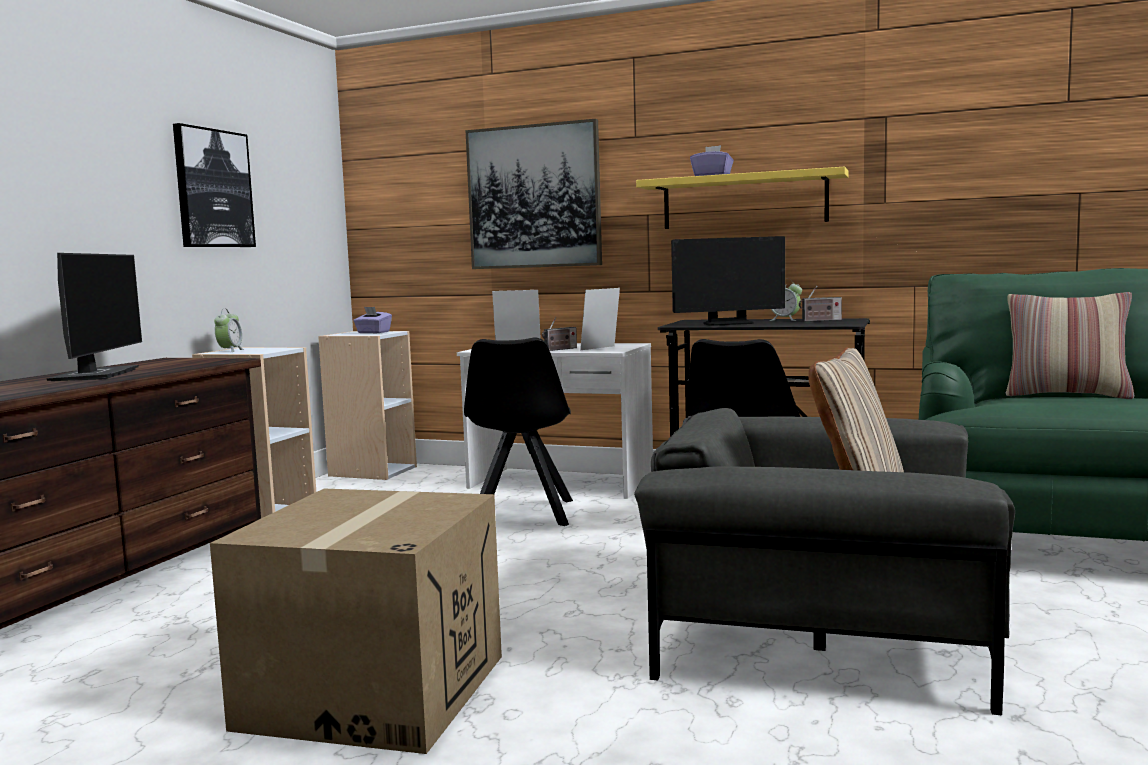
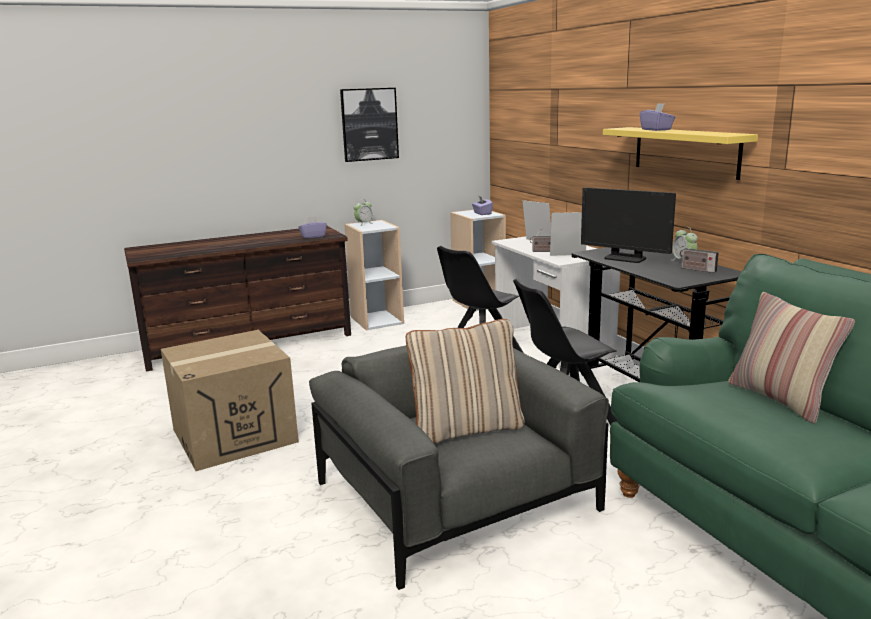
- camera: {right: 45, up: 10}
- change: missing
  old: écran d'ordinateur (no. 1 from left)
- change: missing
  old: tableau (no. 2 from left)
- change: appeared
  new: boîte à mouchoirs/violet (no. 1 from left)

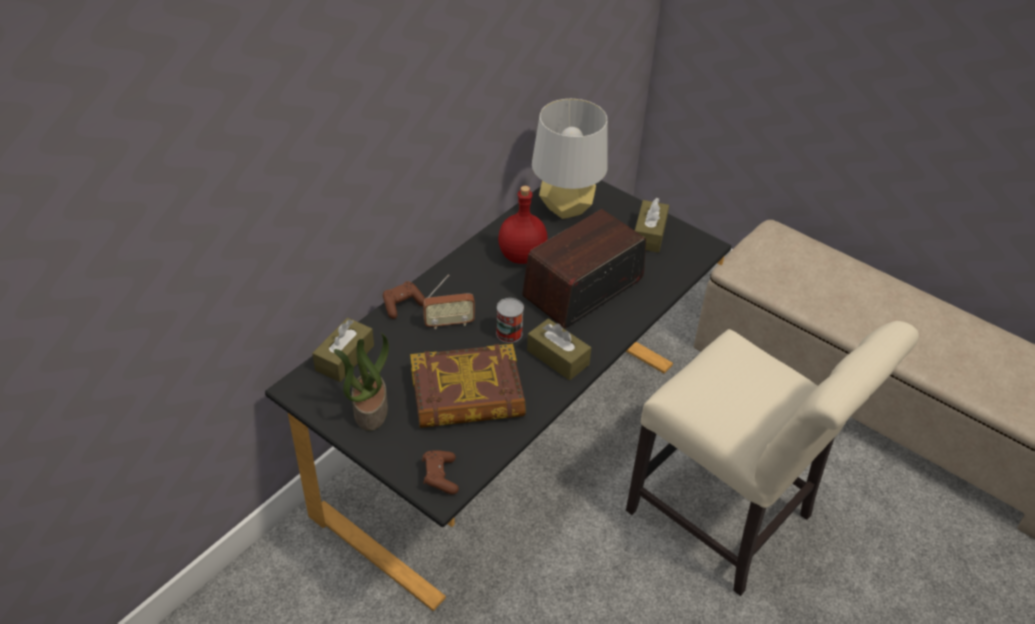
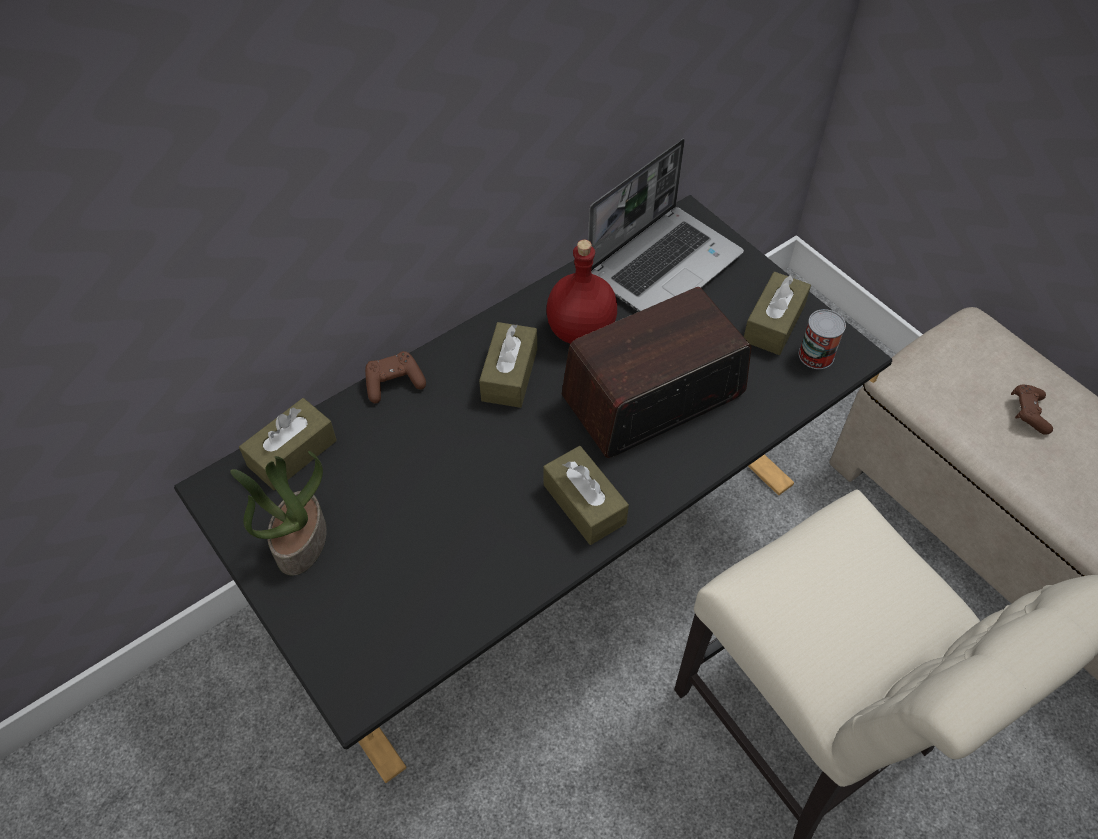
- camera: {right: 15, up: 10}
- change: missing
  old: livre
- change: relocated
  old: manette/marron (no. 2 from left)
- change: missing
  old: radio (no. 1 from left)
- change: relocated
  old: boîte métallique
- change: exchanged
  old: lampe de table/gris
  new: ordinateur portable
- change: appeared
  new: boîte à mouchoirs/marron (no. 2 from left)

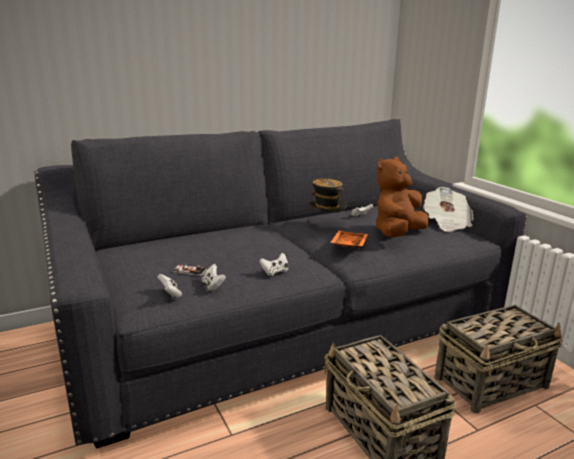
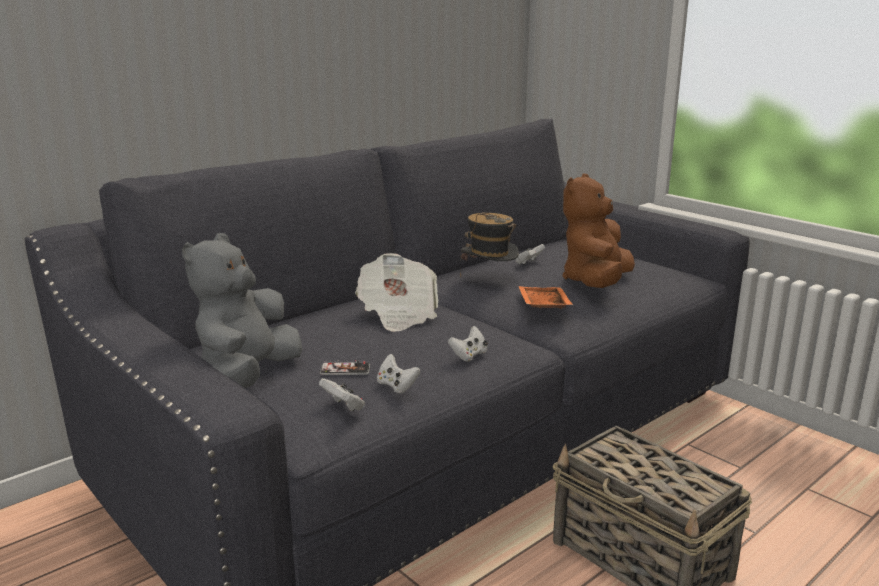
- camera: {right: -15, up: 0}
- change: relocated
  old: journal
- change: missing
  old: panier (no. 2 from left)
- change: appeared
  new: peluche/gris

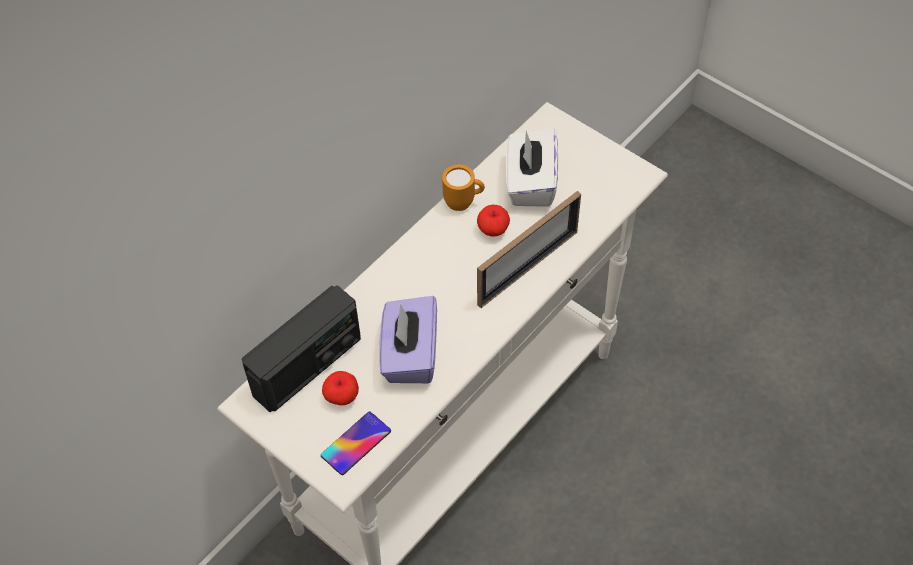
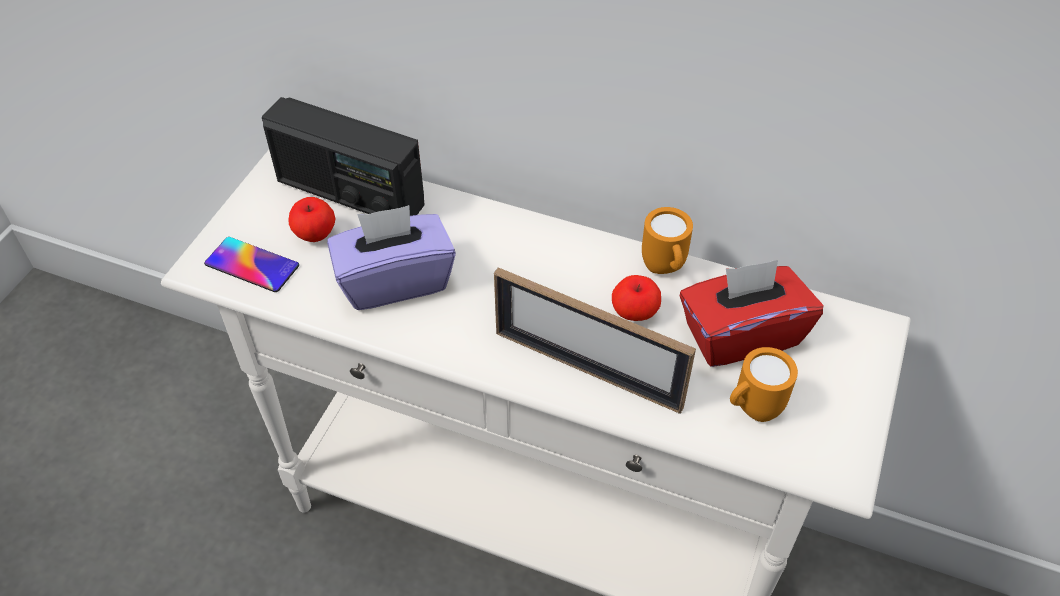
- camera: {right: 70, up: -5}
- change: colour
  old: boîte à mouchoirs/blanc
  new: boîte à mouchoirs/rouge
- change: appeared
  new: mug/orange (no. 2 from left)

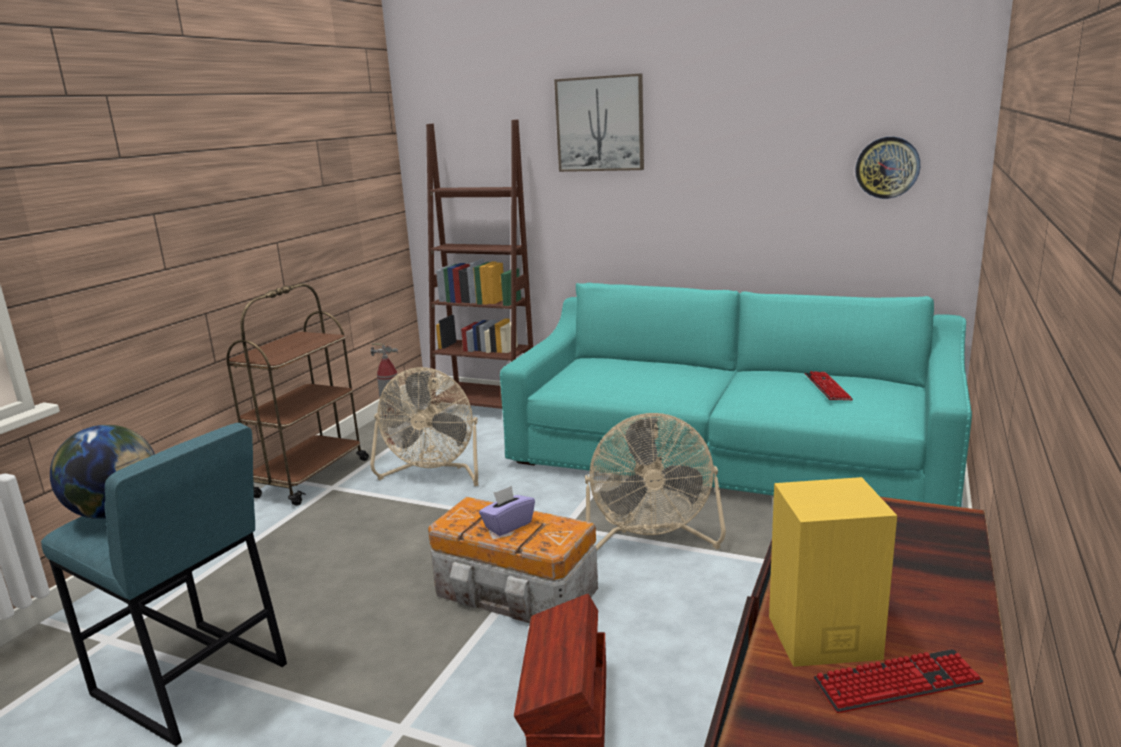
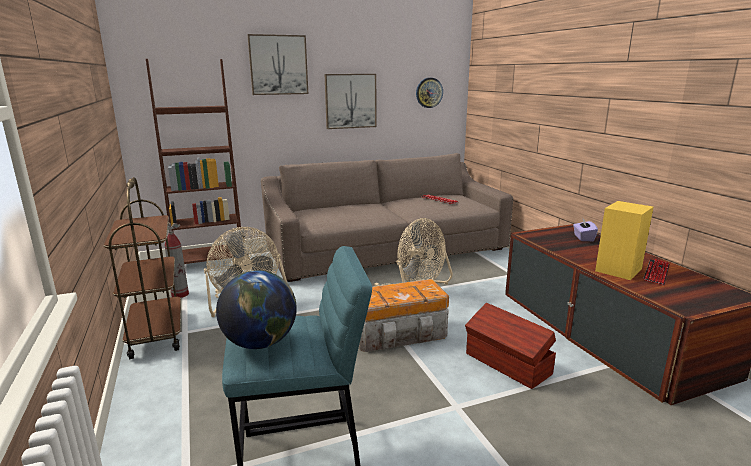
- camera: {right: -45, up: 0}
- change: relocated
  old: boîte à mouchoirs/violet
- change: colour
  old: canapé/turquoise
  new: canapé/marron
- change: appeared
  new: tableau (no. 2 from left)

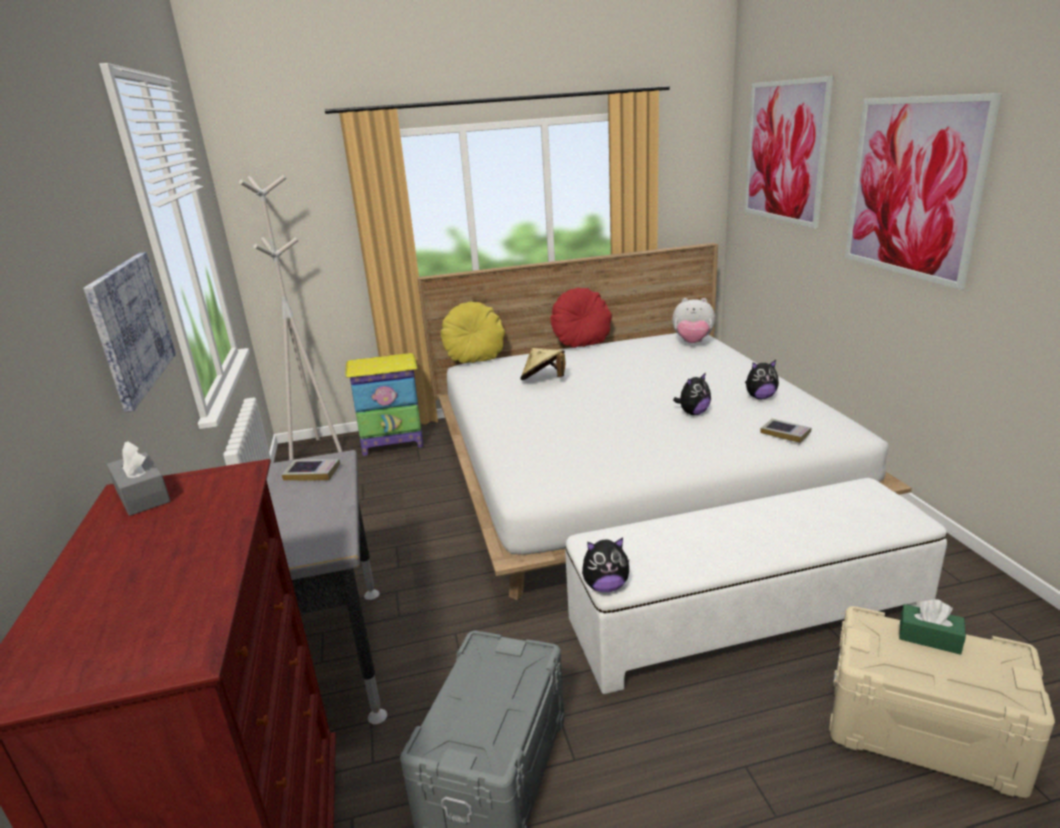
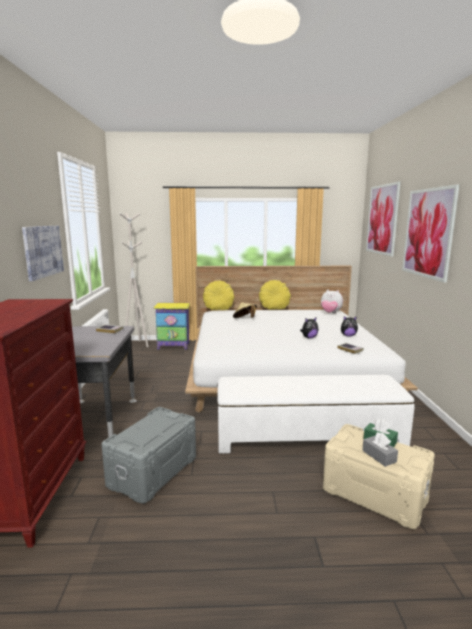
- camera: {right: 10, up: -10}
- change: relocated
  old: boîte à mouchoirs/gris
- change: colour
  old: coussin/rouge
  new: coussin/jaune (no. 2 from left)
- change: missing
  old: peluche (no. 1 from left)

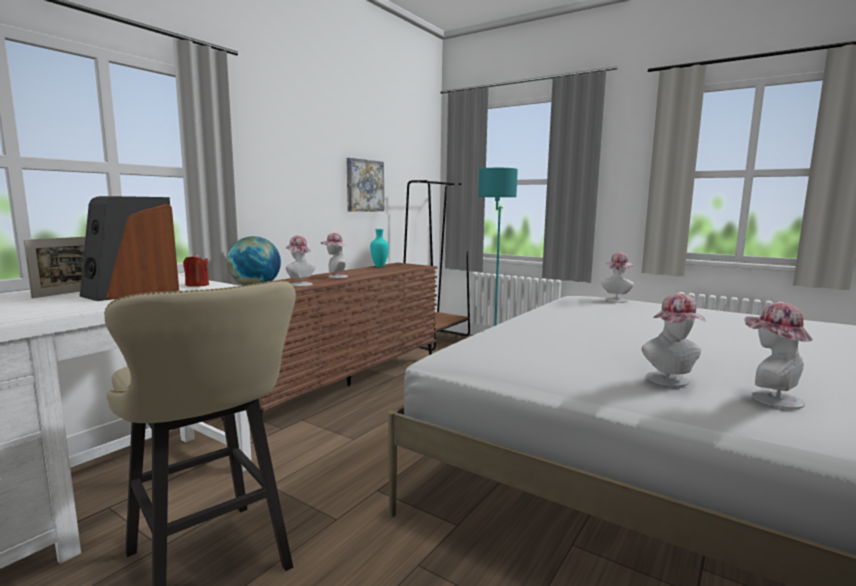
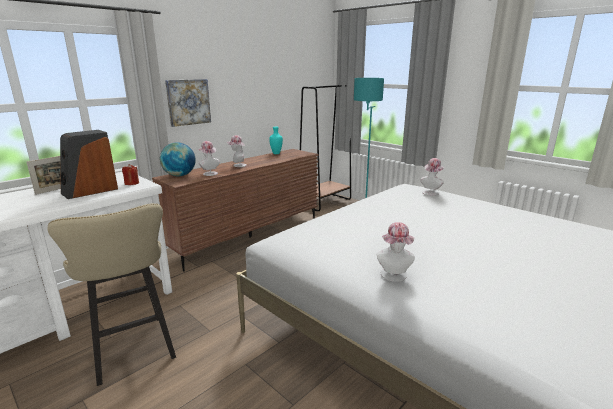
- camera: {right: 10, up: 10}
- change: relocated
  old: tableau
- change: missing
  old: chapeau (no. 5 from left)

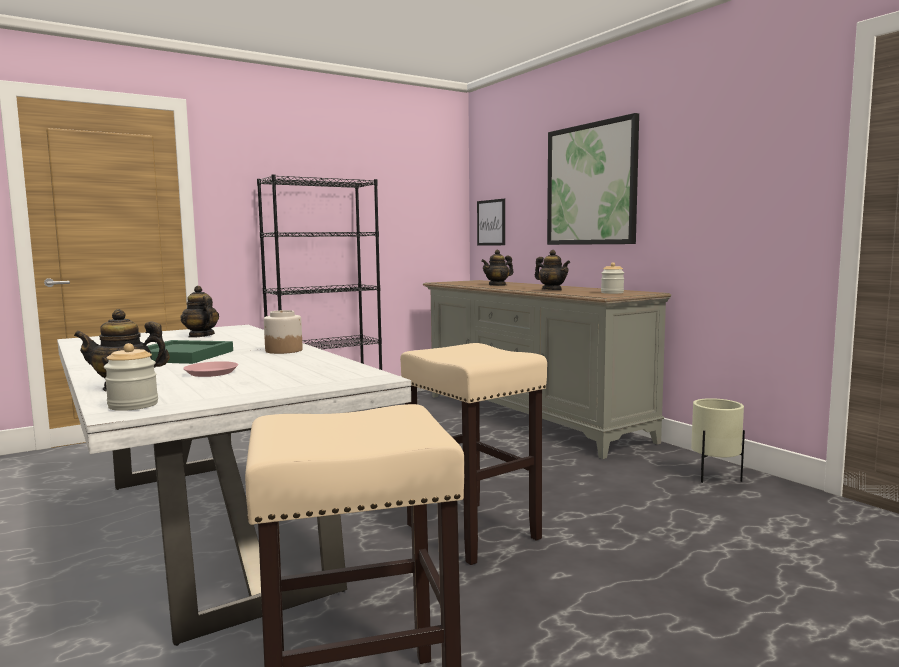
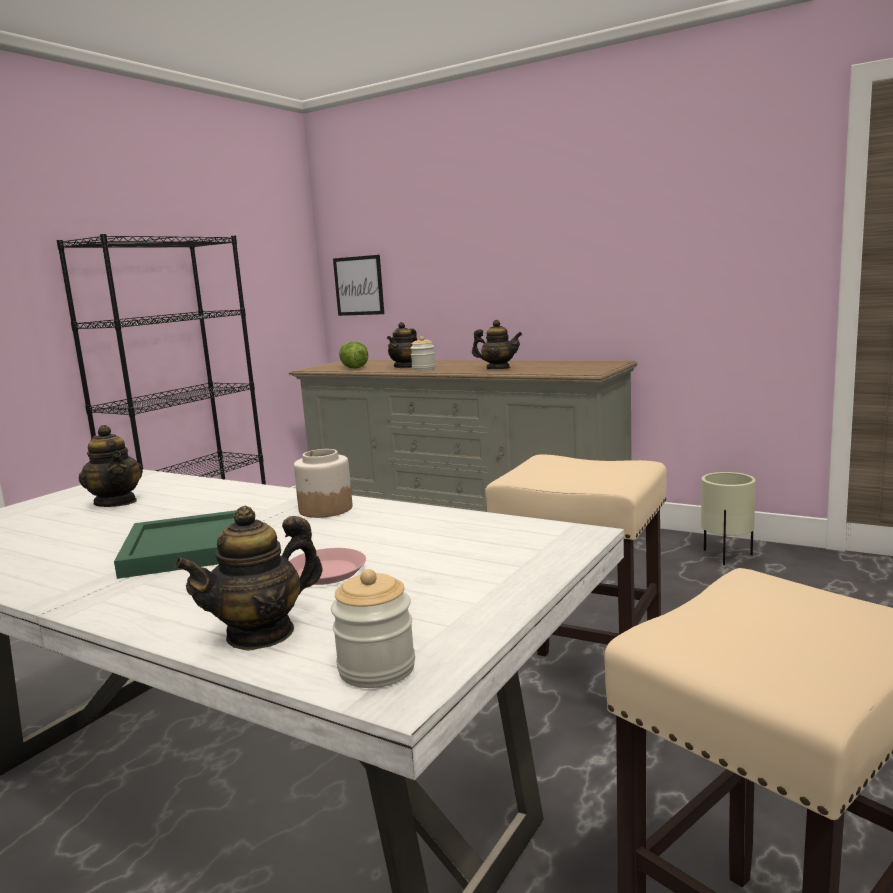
- camera: {right: -25, up: 5}
- change: spun
  old: théière (no. 2 from left in the first image)
  degrees: -150
- change: missing
  old: tableau (no. 2 from left)
- change: relocated
  old: bocal (no. 3 from left)
- change: appeared
  new: laitue

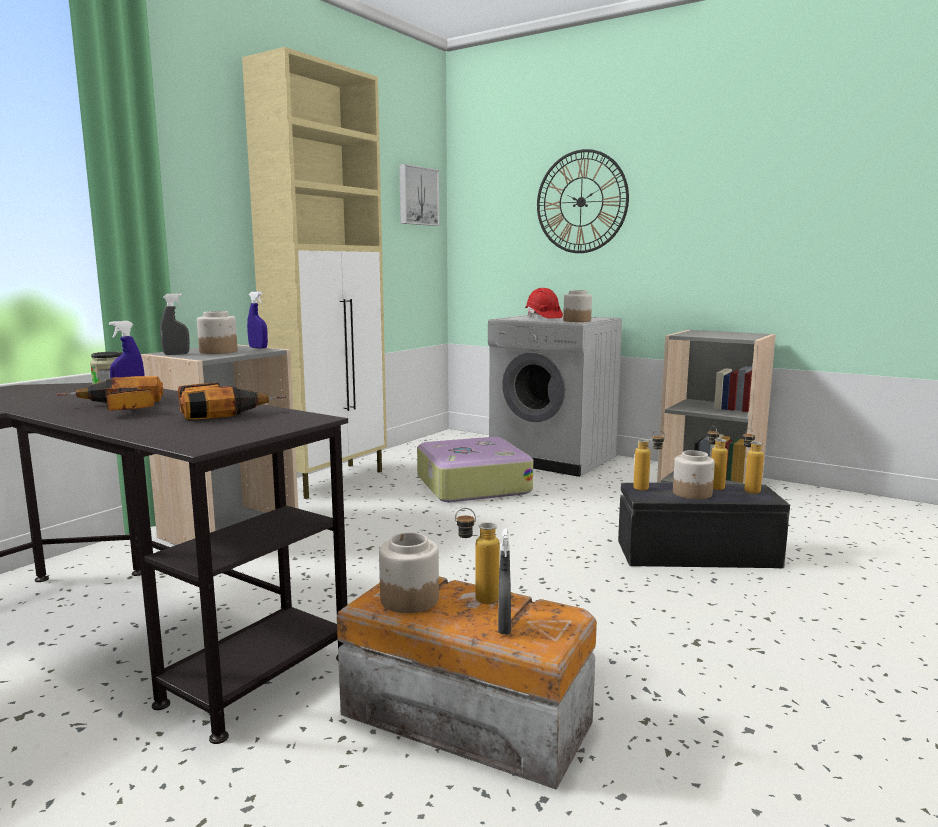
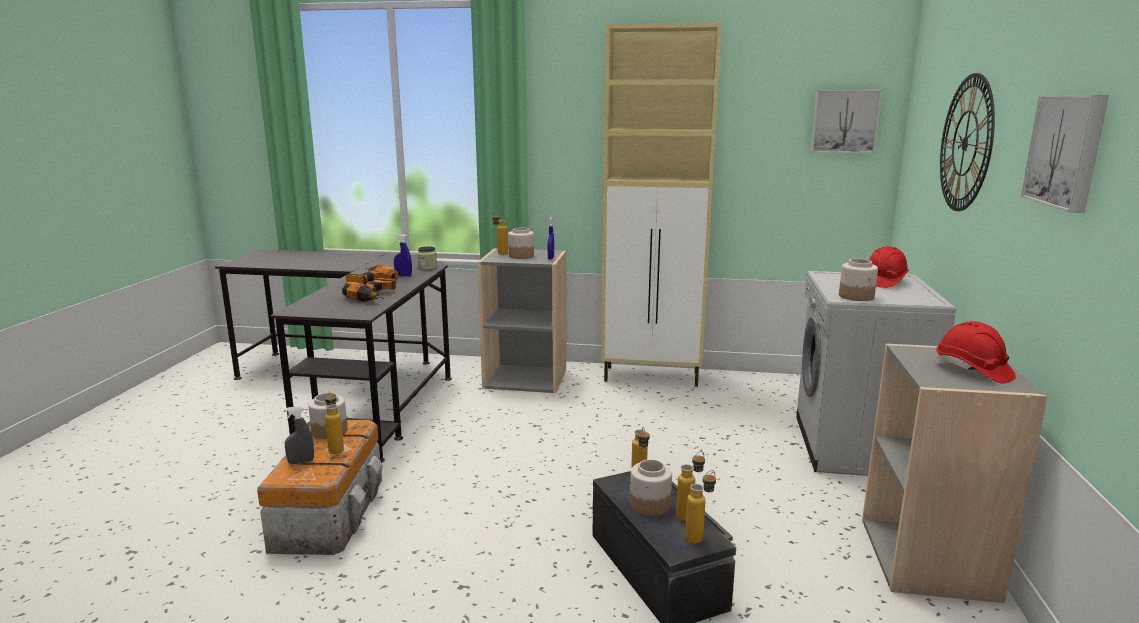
- camera: {right: 65, up: 5}
- change: exchanged
  old: vaporisateur/gris (no. 1 from left)
  new: bouteille (no. 2 from left)
- change: missing
  old: valise
- change: appeared
  new: casque de chantier/rouge (no. 2 from left)
- change: appeared
  new: tableau (no. 2 from left)

